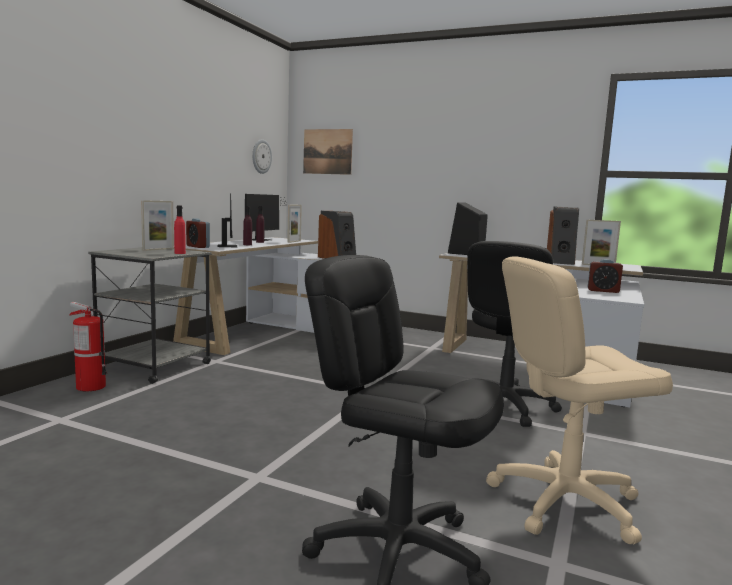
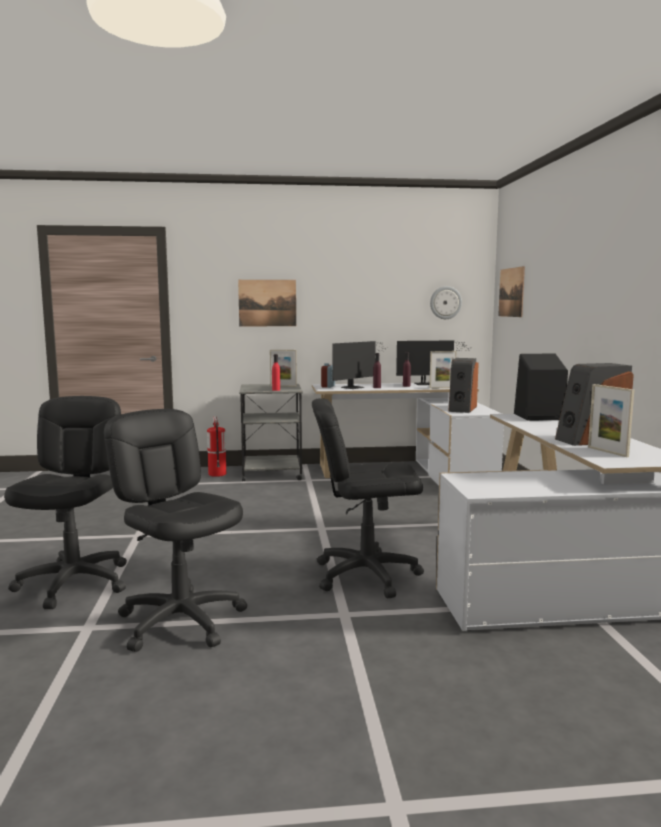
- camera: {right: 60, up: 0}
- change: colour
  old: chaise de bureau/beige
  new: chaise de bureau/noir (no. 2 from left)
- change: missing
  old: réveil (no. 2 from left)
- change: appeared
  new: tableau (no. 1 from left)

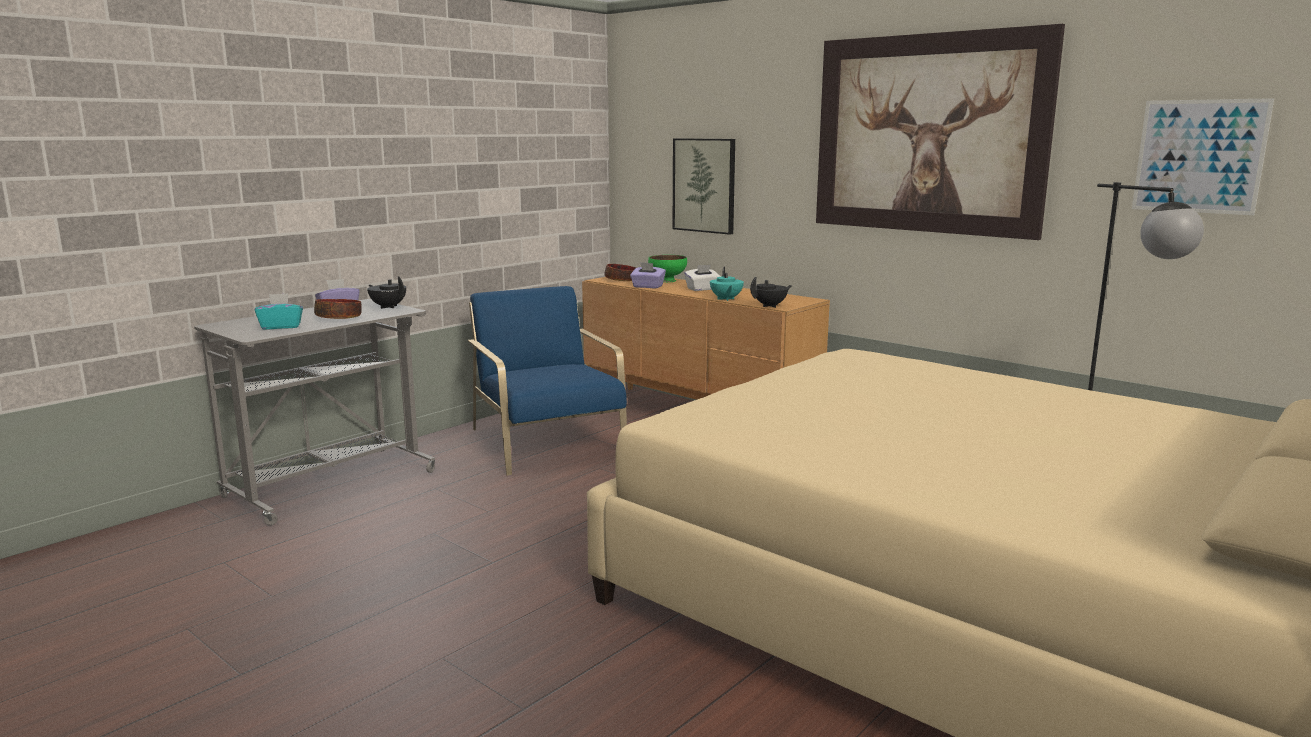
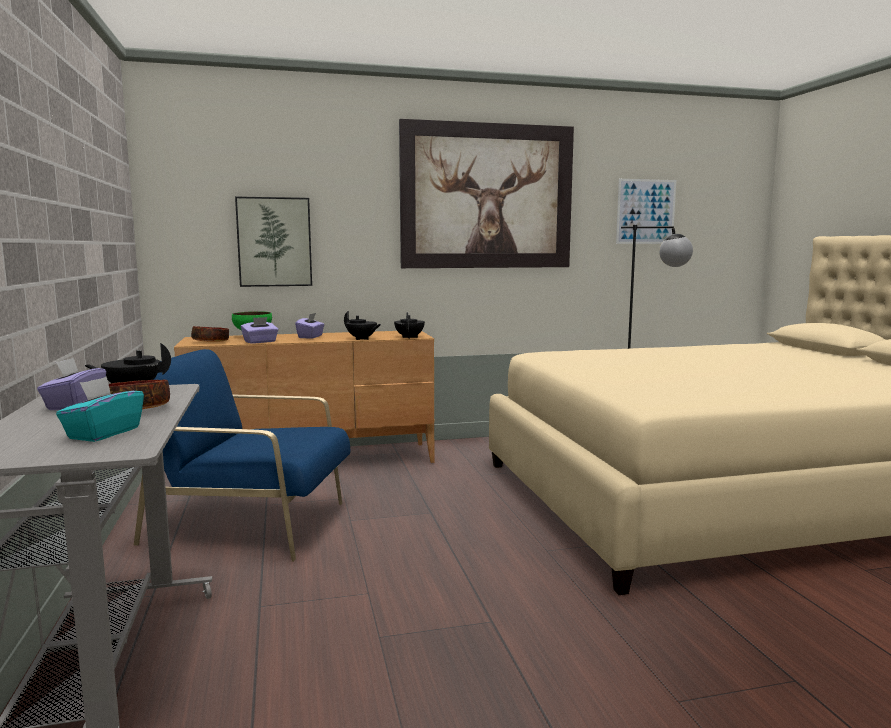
- camera: {right: -55, up: -5}
- change: colour
  old: boîte à mouchoirs/blanc
  new: boîte à mouchoirs/violet (no. 3 from left)
- change: colour
  old: théière/turquoise
  new: théière/noir (no. 2 from left)

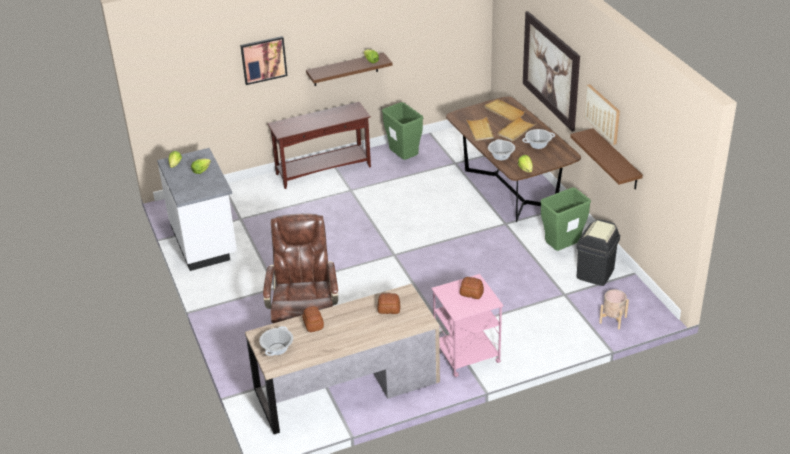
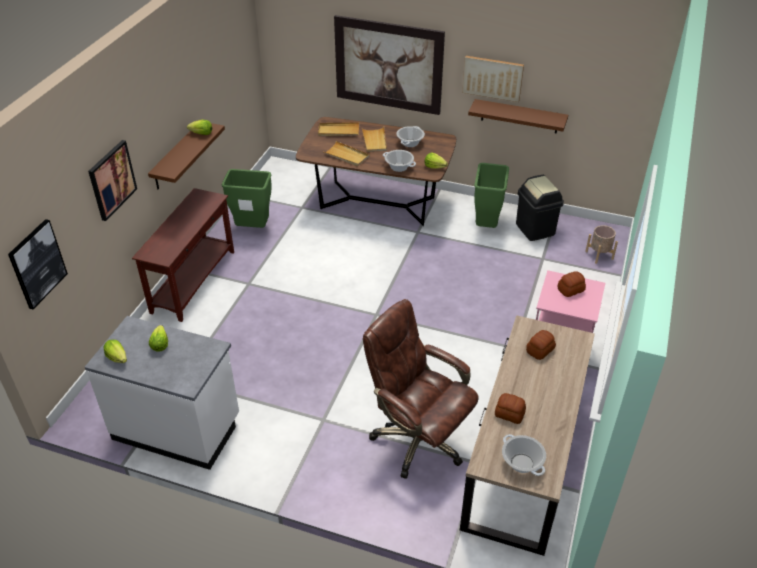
- camera: {right: -50, up: 5}
- change: appeared
  new: tableau (no. 1 from left)

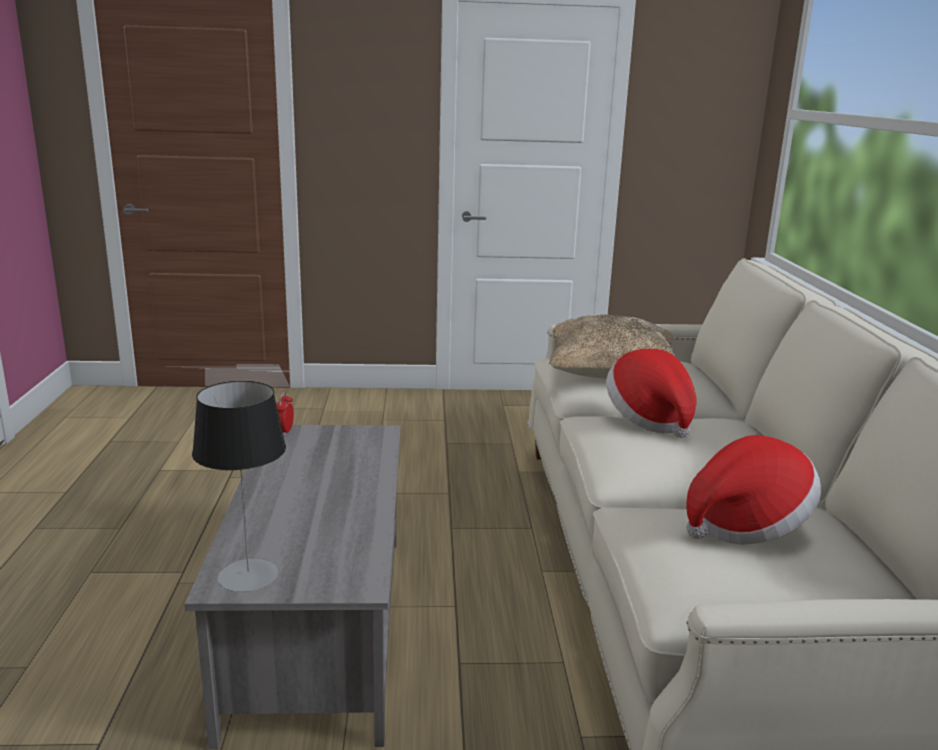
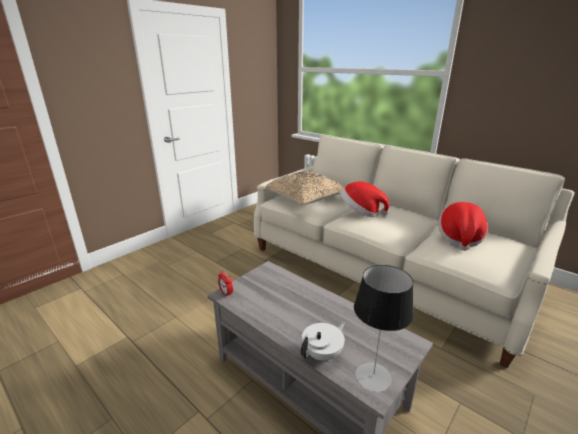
- camera: {right: -45, up: 5}
- change: appeared
  new: théière/blanc

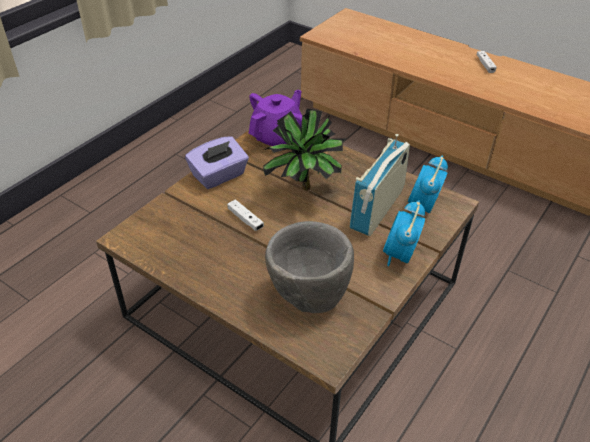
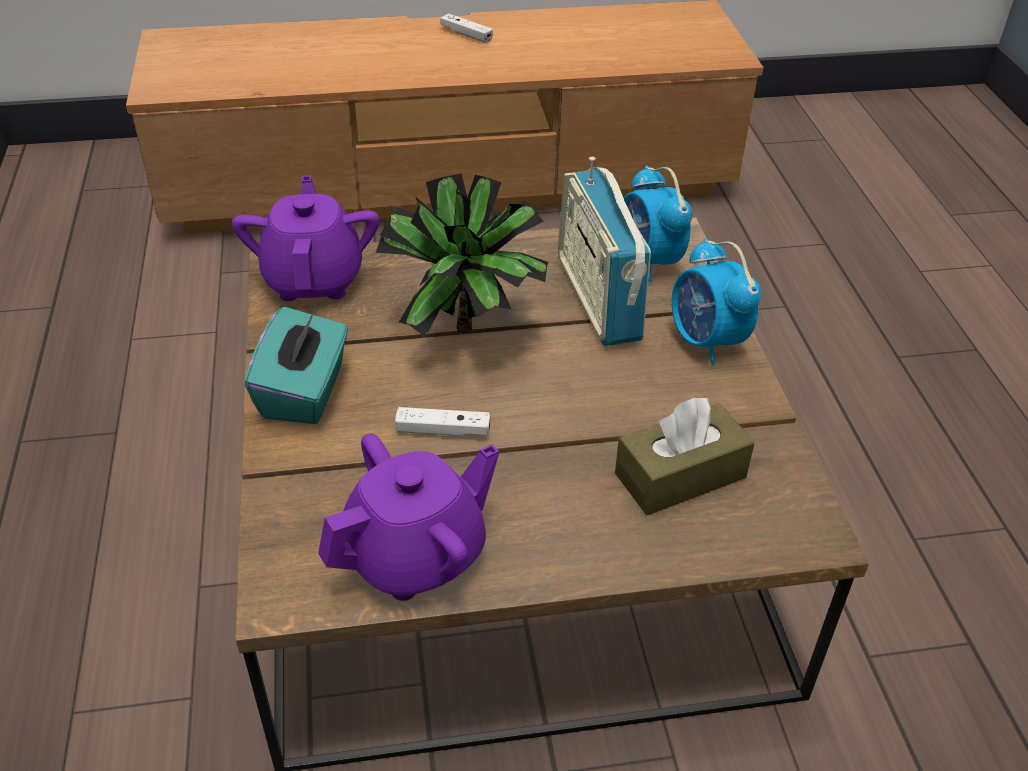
- camera: {right: -45, up: 0}
- change: colour
  old: boîte à mouchoirs/violet
  new: boîte à mouchoirs/turquoise
- change: exchanged
  old: bol/gris
  new: boîte à mouchoirs/marron
- change: appeared
  new: théière/violet (no. 2 from left)

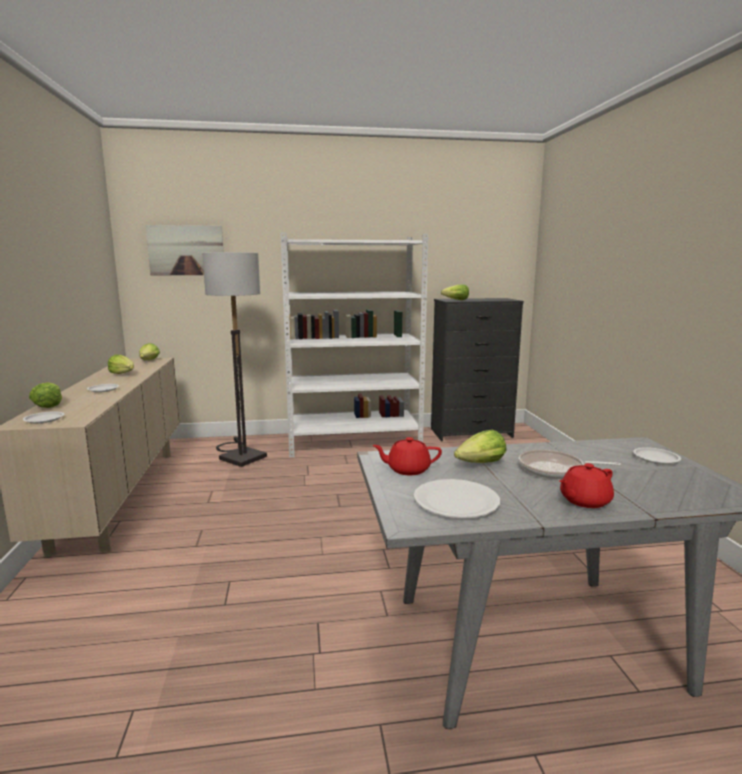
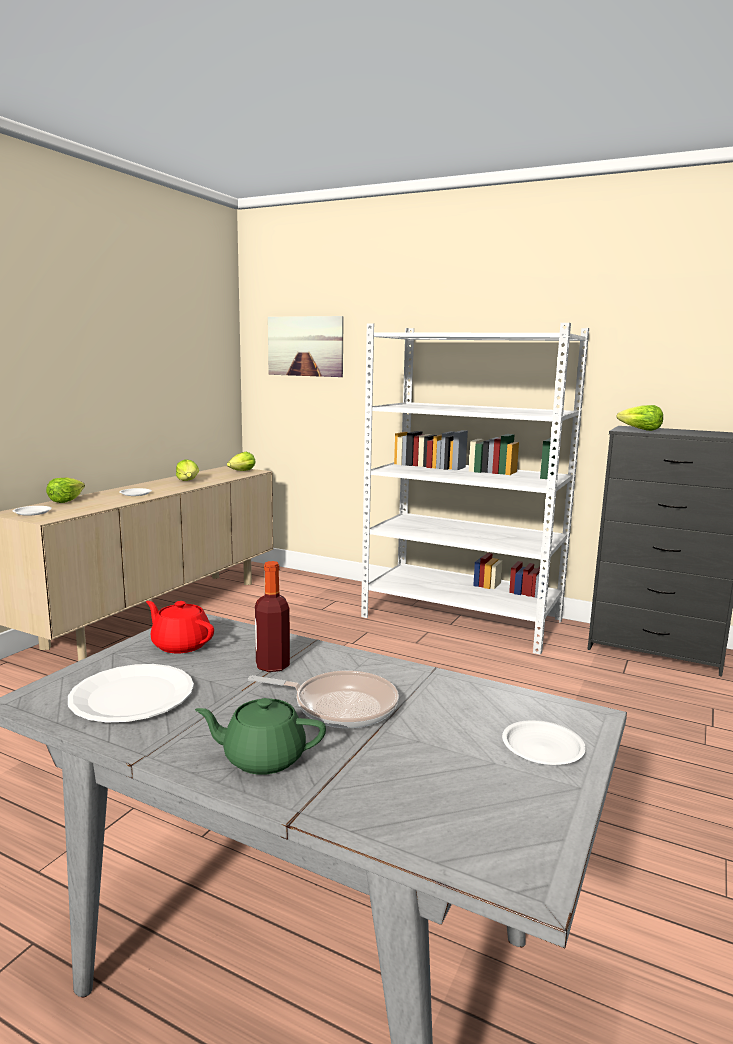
- camera: {right: 35, up: 0}
- change: missing
  old: lampadaire
- change: exchanged
  old: laitue (no. 5 from left)
  new: bouteille
- change: spun
  old: poêle
  degrees: 150
- change: colour
  old: théière/rouge (no. 2 from left)
  new: théière/vert

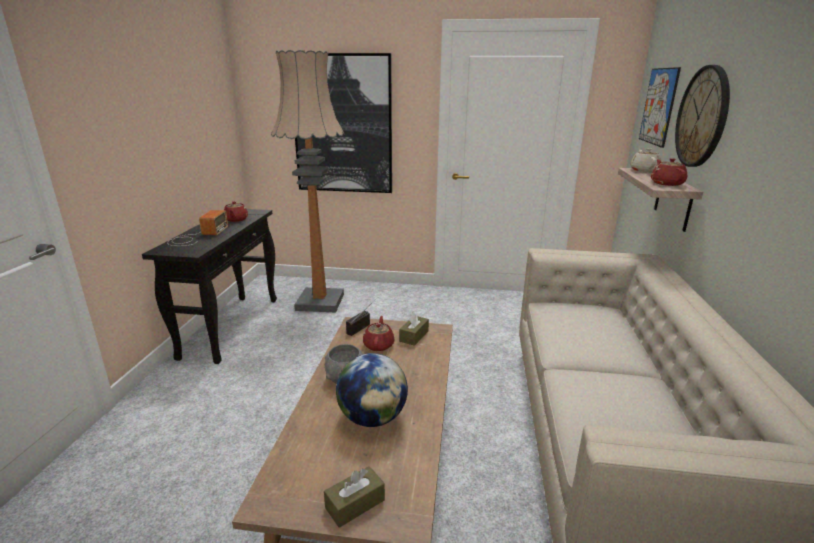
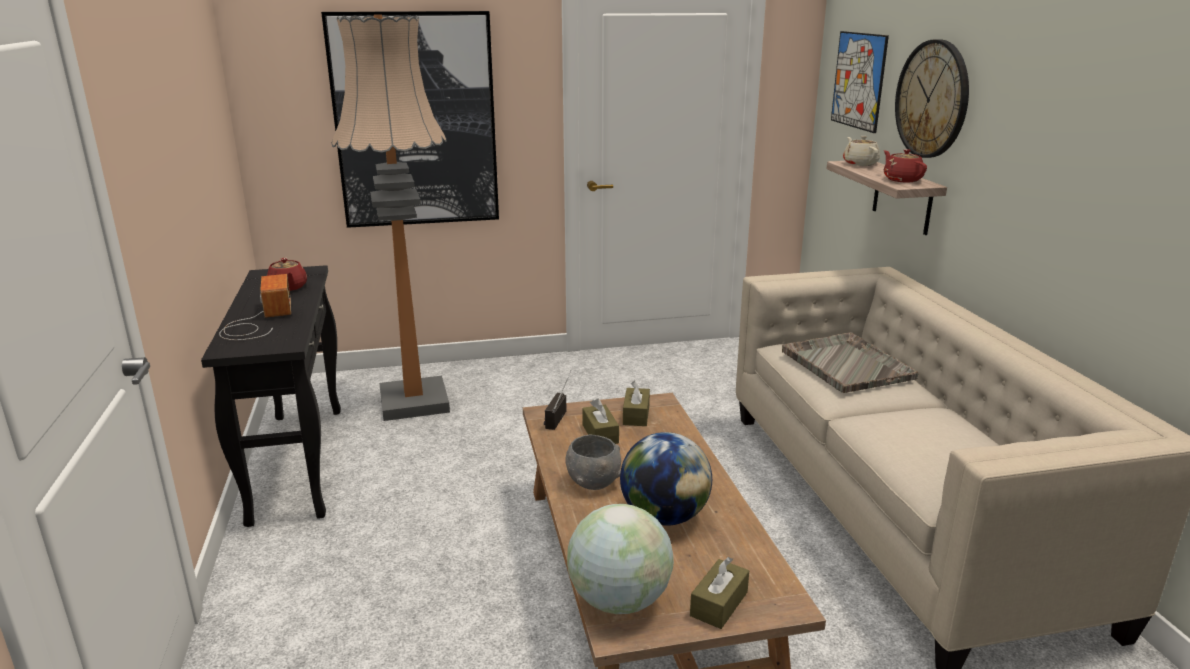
- camera: {right: -20, up: 0}
- change: exchanged
  old: théière/rouge (no. 2 from left)
  new: boîte à mouchoirs/marron (no. 1 from left)
- change: appeared
  new: globe (no. 1 from left)
- change: appeared
  new: plateau/gris

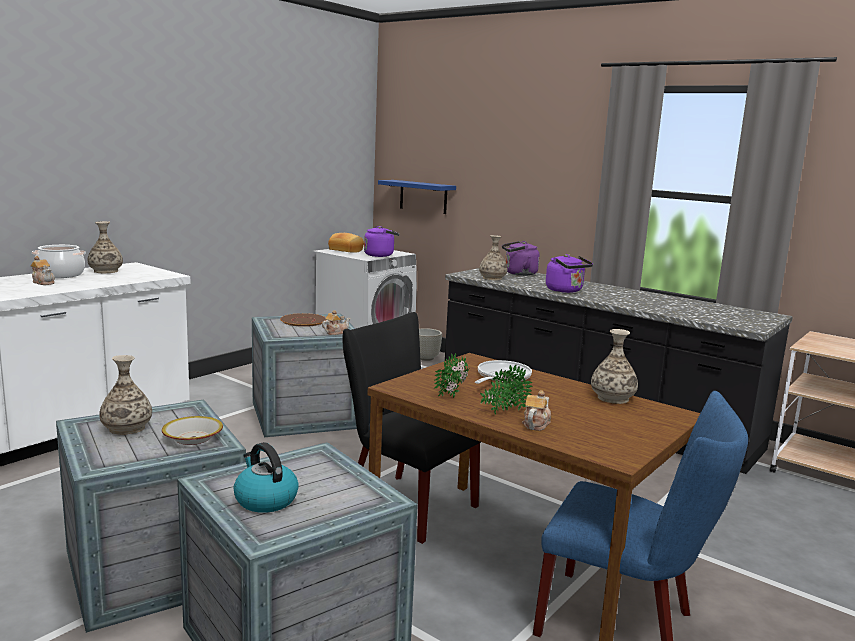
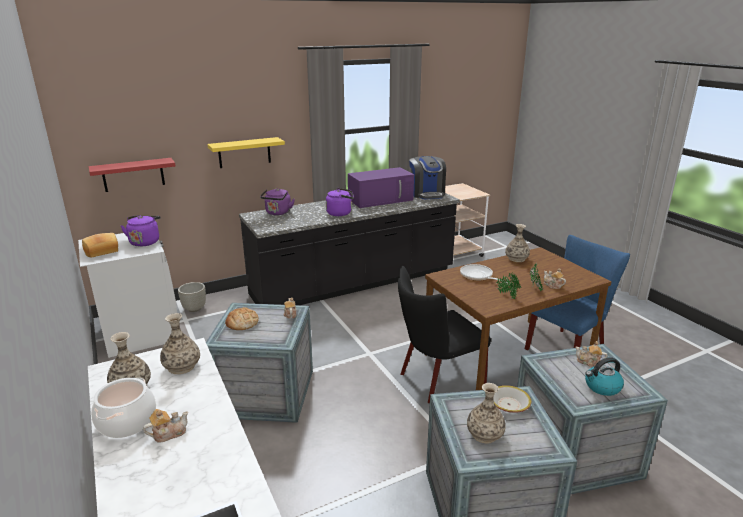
- camera: {right: -65, up: 10}
- change: exchanged
  old: assiette/marron
  new: pain (no. 2 from left)
- change: colour
  old: étagère/bleu
  new: étagère/rouge
- change: relocated
  old: vase (no. 3 from left in the first image)
  new: vase (no. 2 from left)
- change: appeared
  new: étagère/jaune
- change: appeared
  new: micro-ondes/violet
- change: appeared
  new: machine à café
- change: appeared
  new: théière (no. 4 from left)

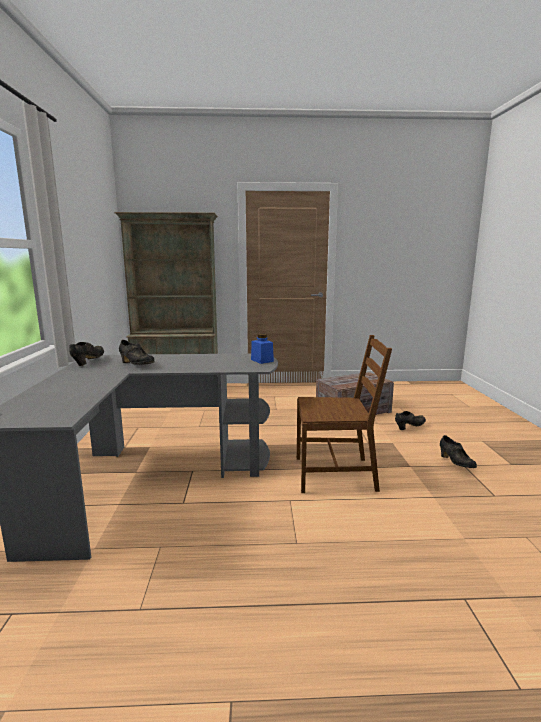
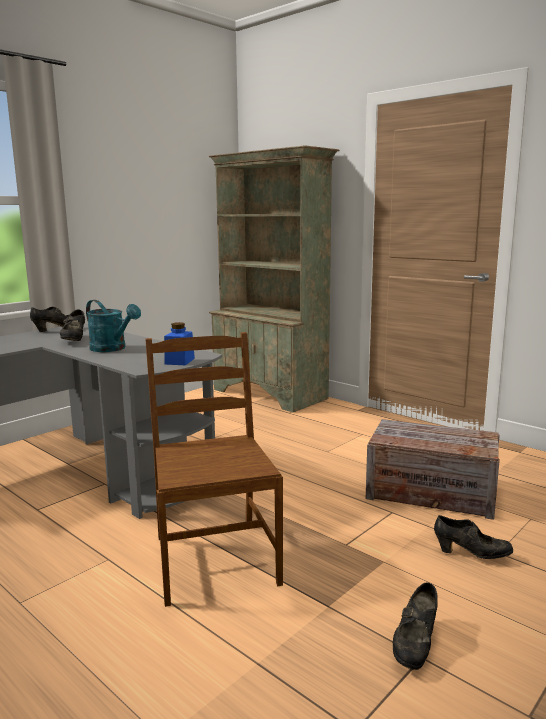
- camera: {right: 45, up: 0}
- change: spun
  old: chaise/marron
  degrees: -150
- change: appeared
  new: arrosoir/turquoise

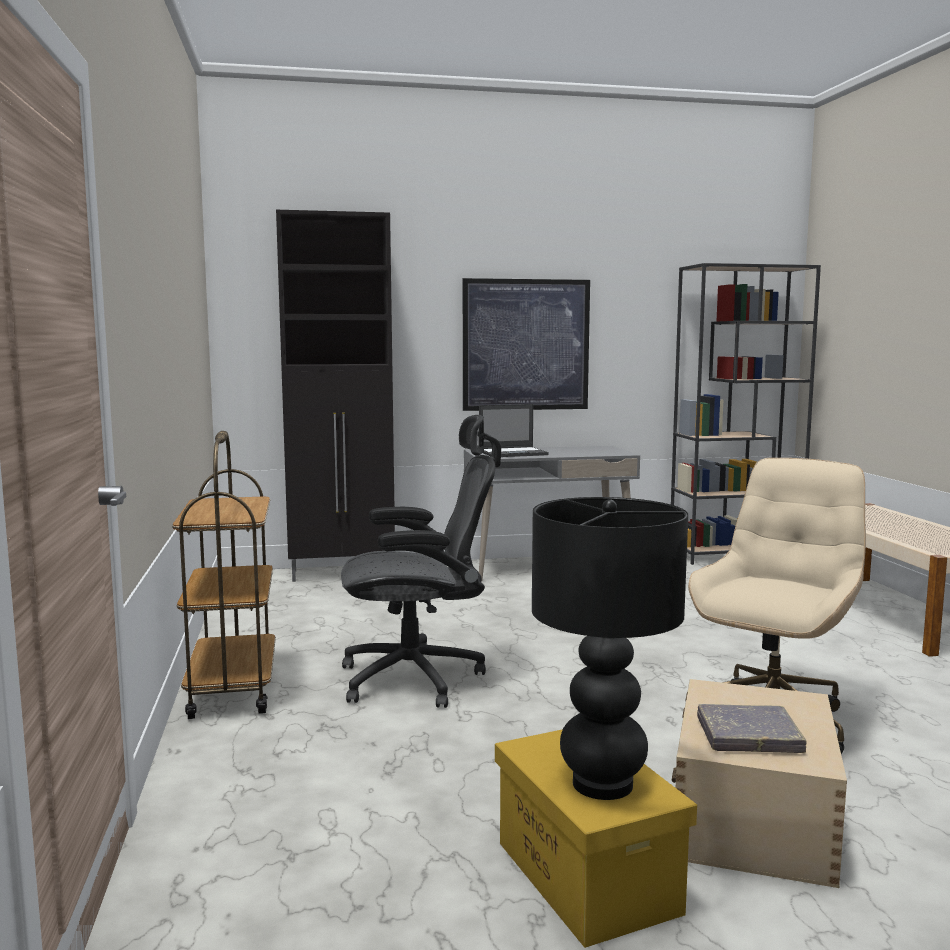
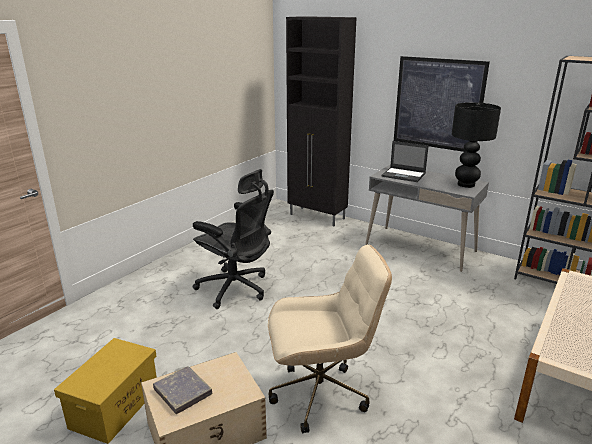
- camera: {right: 45, up: 15}
- change: missing
  old: chariot/marron
- change: relocated
  old: lampe de table/noir

